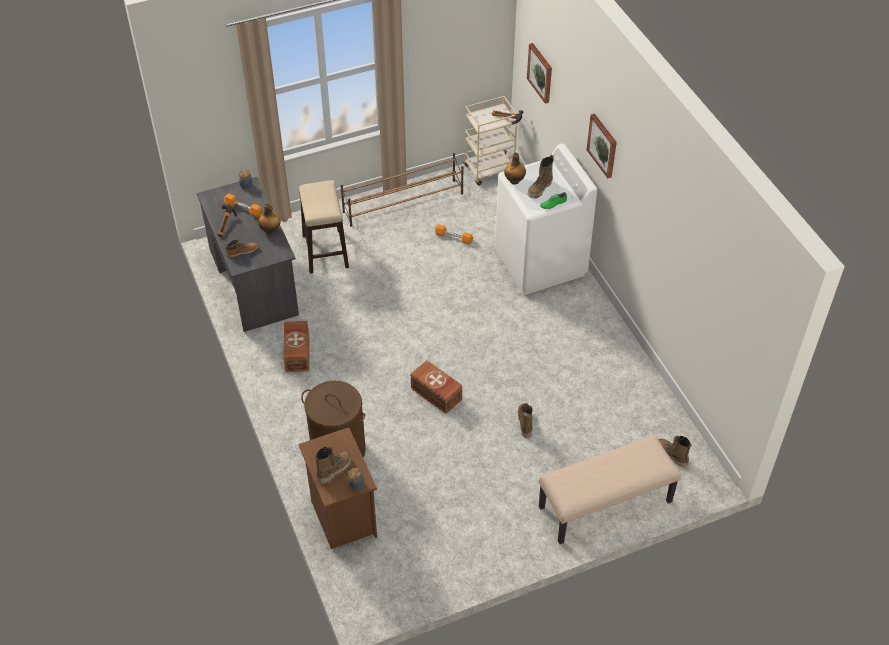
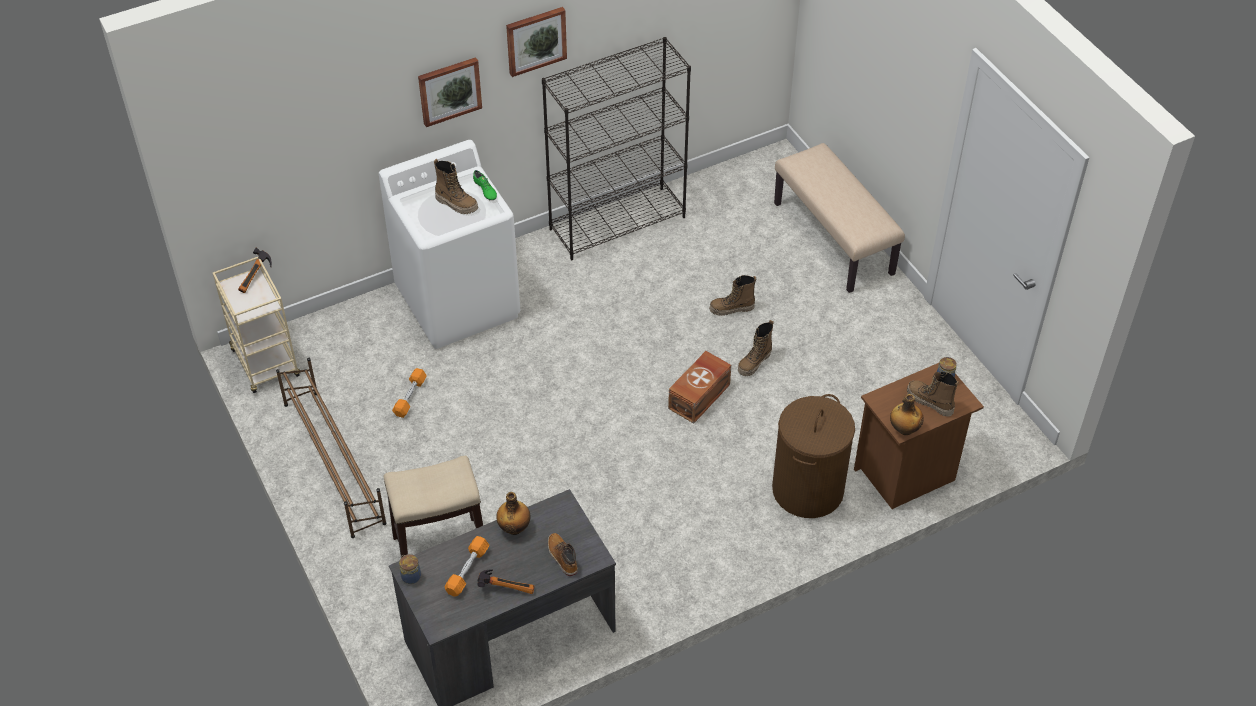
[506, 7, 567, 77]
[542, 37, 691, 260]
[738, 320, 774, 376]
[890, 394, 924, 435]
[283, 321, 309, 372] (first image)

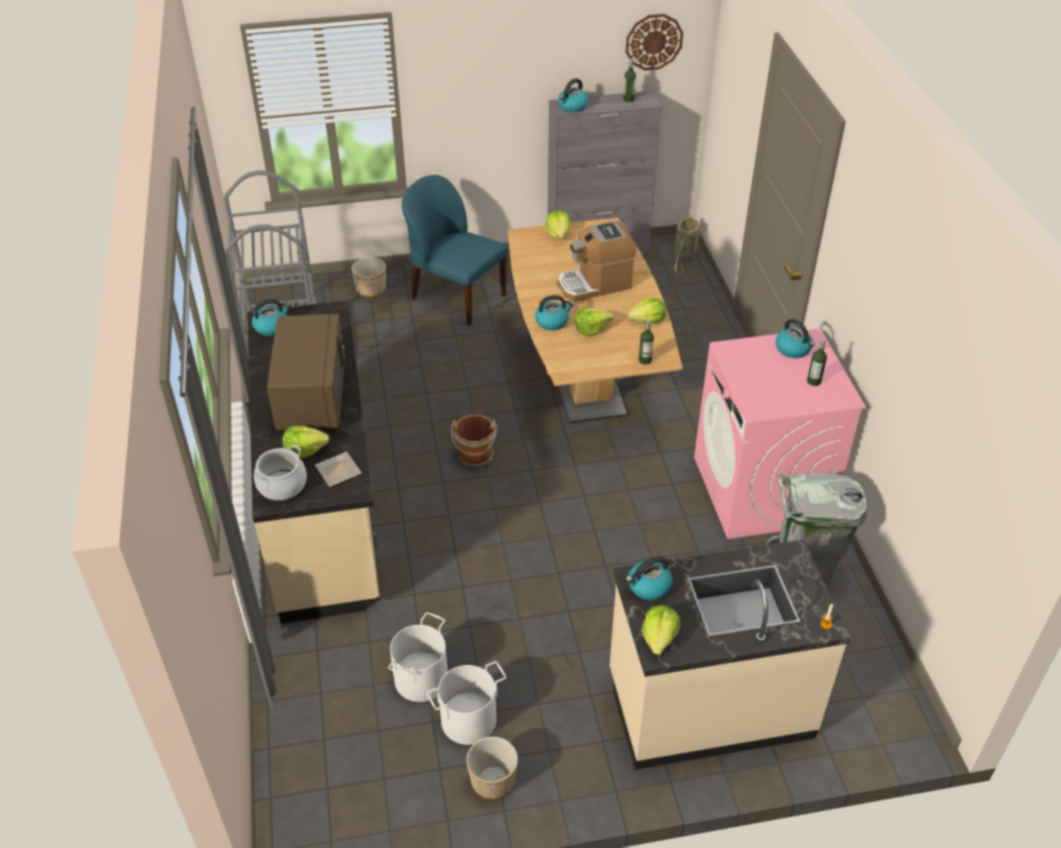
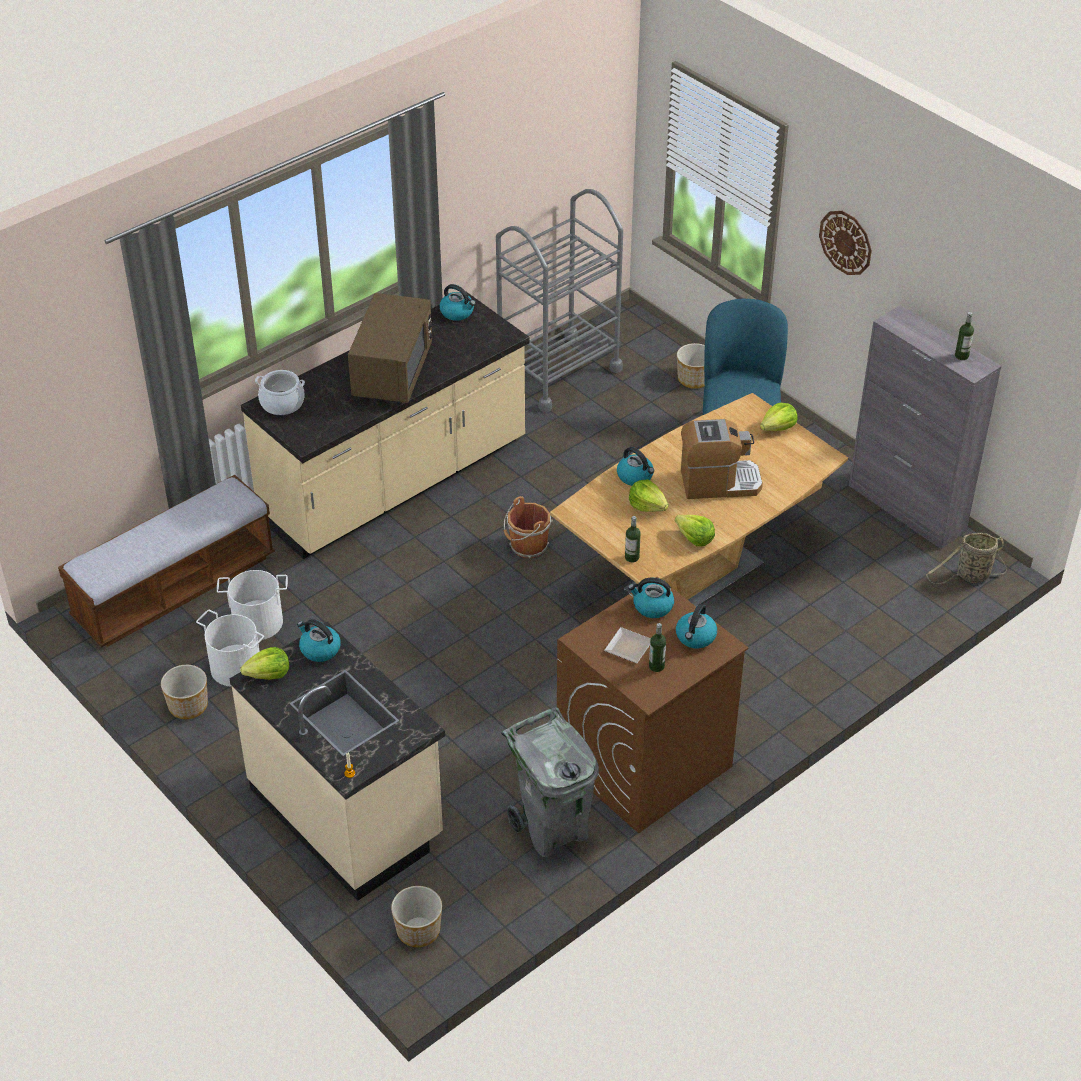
[58, 475, 275, 647]
[348, 293, 432, 403]
[391, 886, 442, 947]
[557, 577, 748, 833]
[604, 627, 651, 664]
[628, 578, 674, 618]
[681, 419, 763, 499]
[819, 211, 872, 275]
[282, 426, 330, 458] (first image)

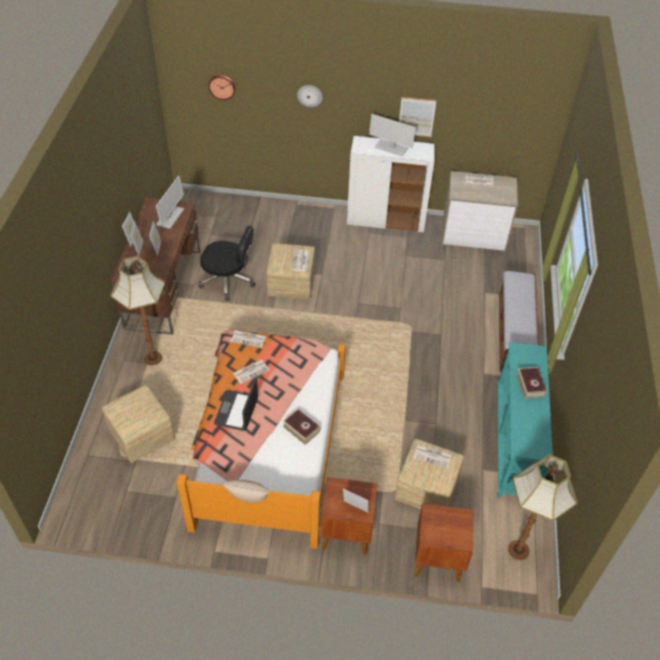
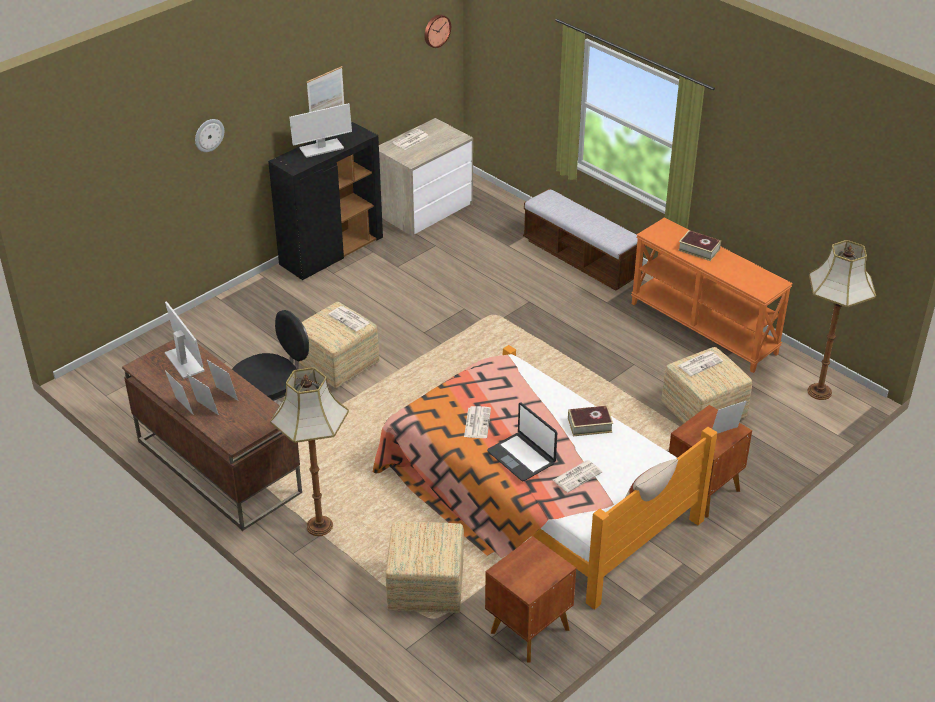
[268, 122, 383, 280]
[424, 15, 451, 48]
[485, 536, 576, 662]
[553, 460, 602, 492]
[631, 217, 793, 373]

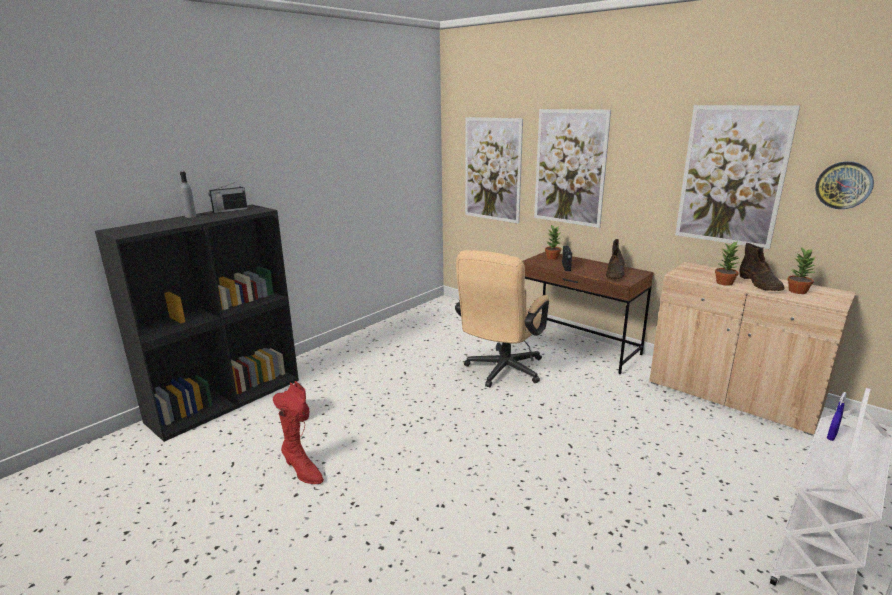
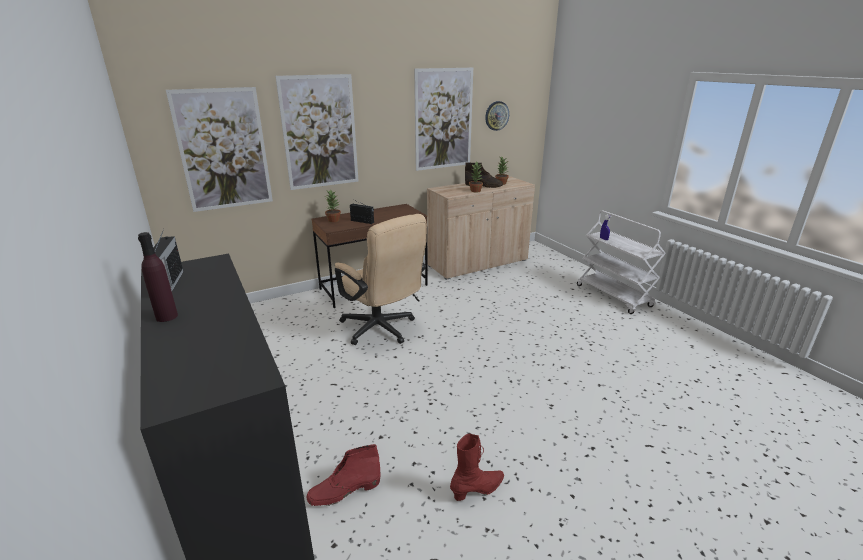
[138, 232, 178, 322]
[606, 239, 625, 279] (first image)

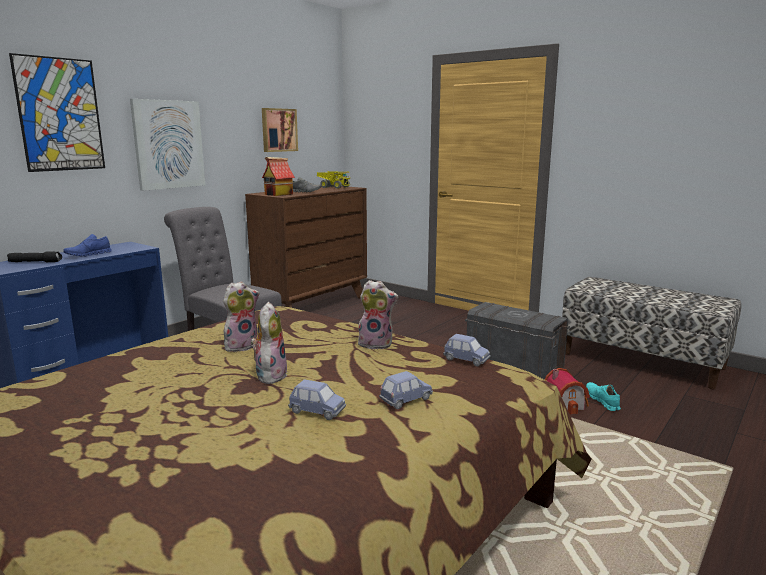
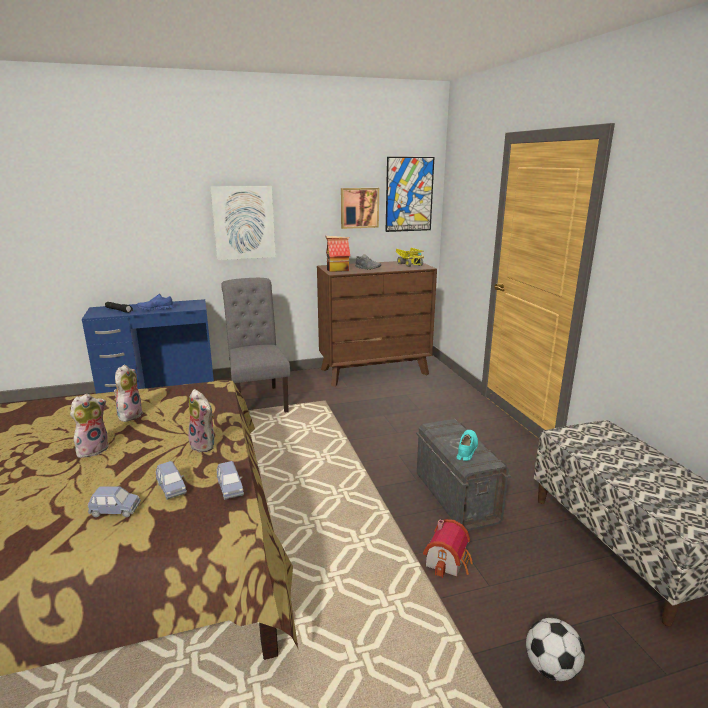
[114, 365, 143, 422]
[156, 461, 187, 500]
[385, 157, 434, 232]
[457, 430, 478, 461]
[526, 618, 585, 681]

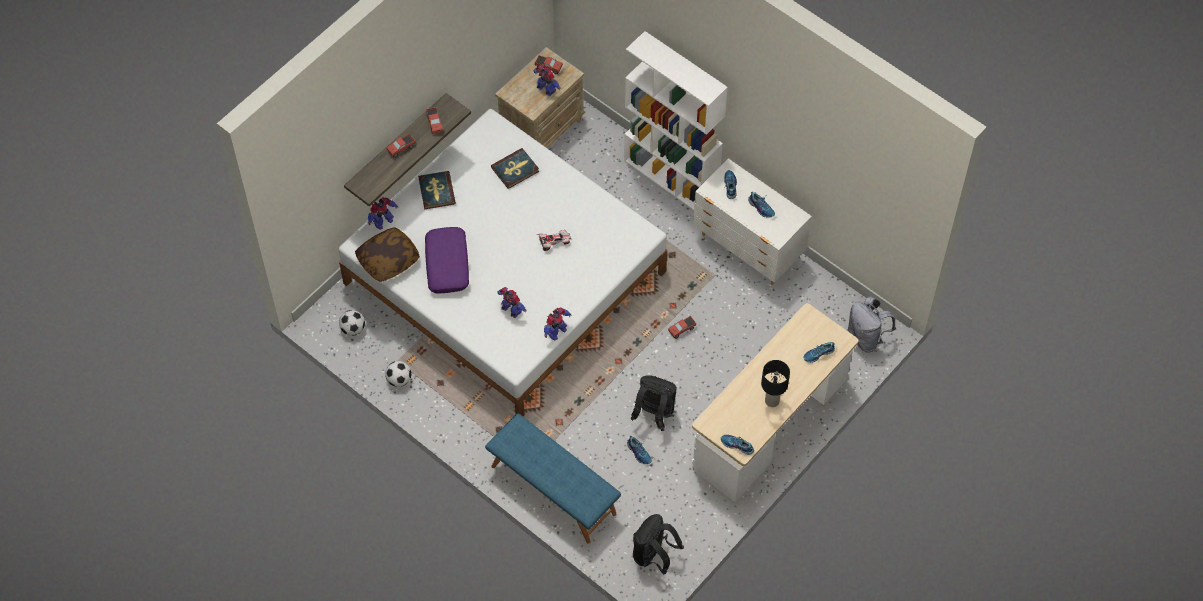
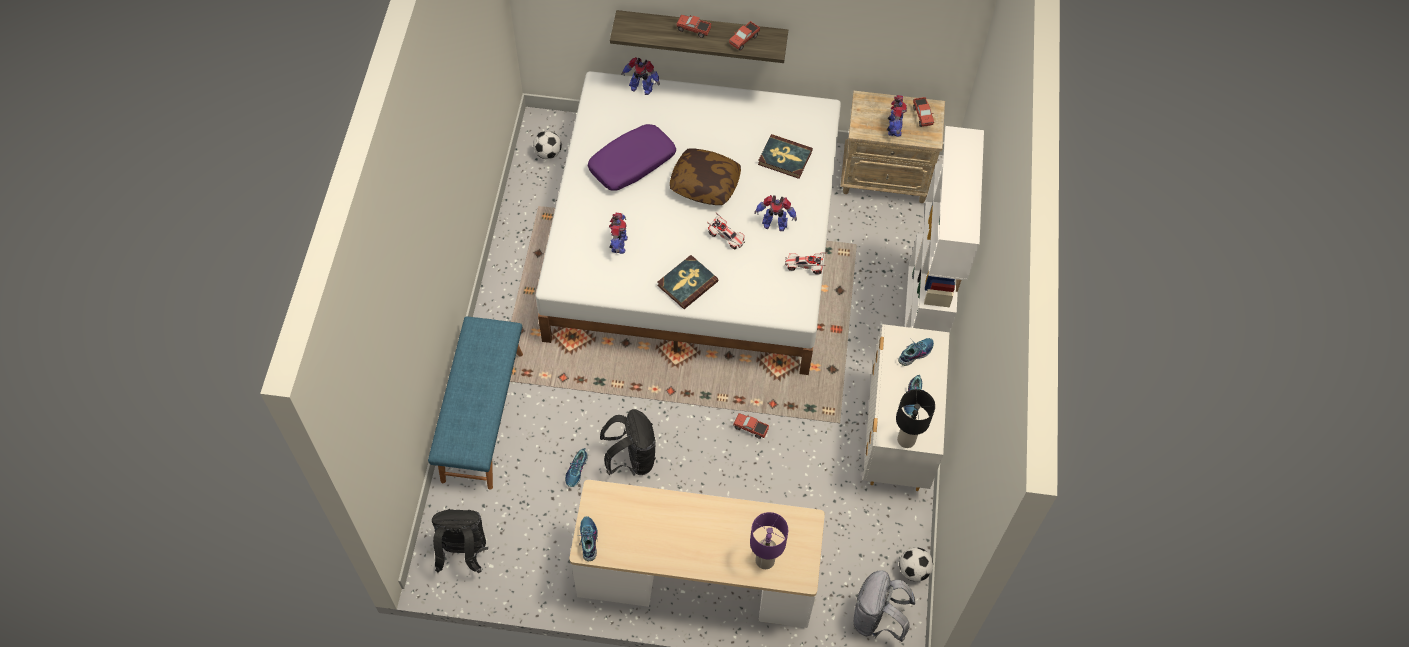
[657, 255, 718, 309]
[670, 148, 741, 205]
[750, 512, 788, 569]
[754, 195, 797, 231]
[785, 252, 827, 275]
[896, 389, 935, 448]
[899, 547, 933, 582]

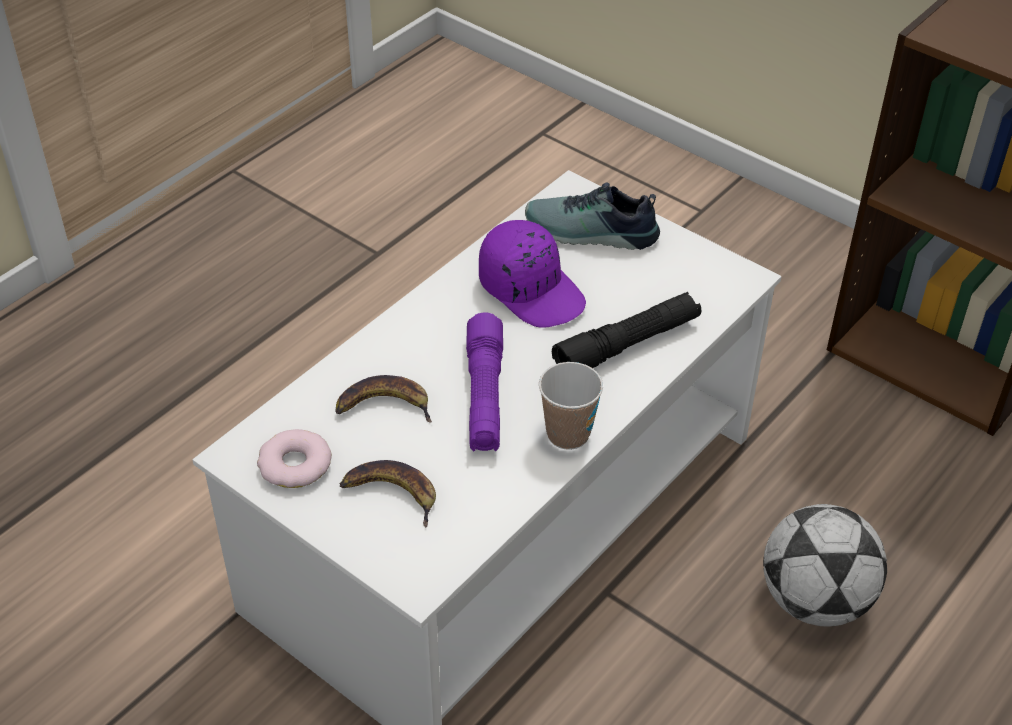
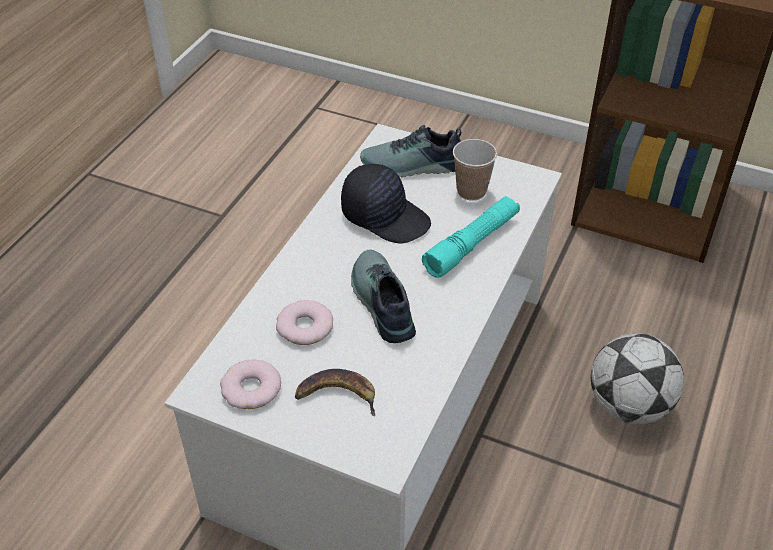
[276, 300, 333, 345]
[341, 164, 431, 244]
[351, 250, 416, 343]
[422, 196, 520, 278]
[453, 139, 497, 201]

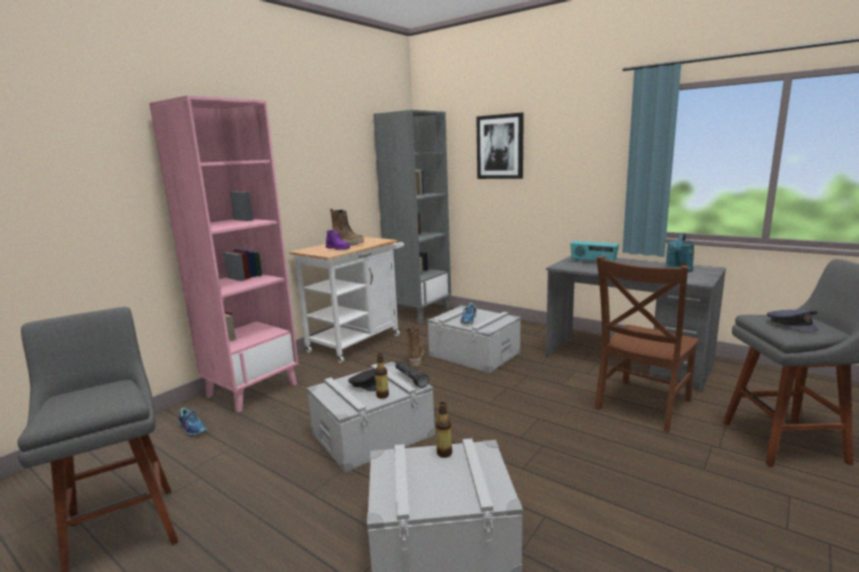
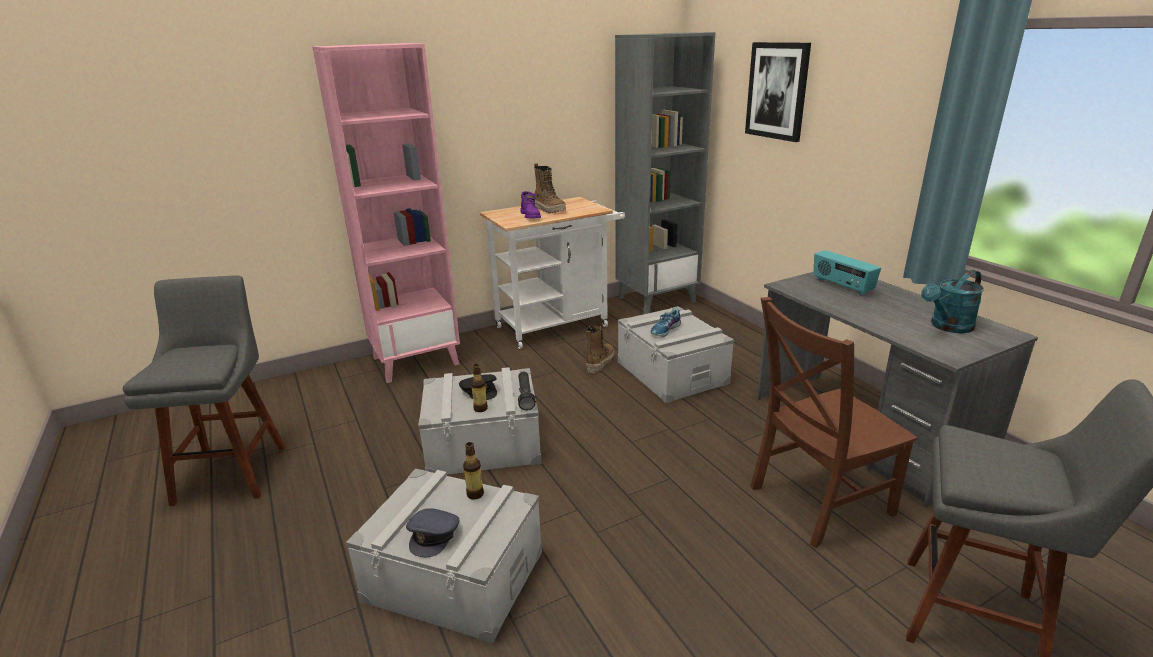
[406, 508, 460, 557]
[178, 407, 207, 437] (first image)

